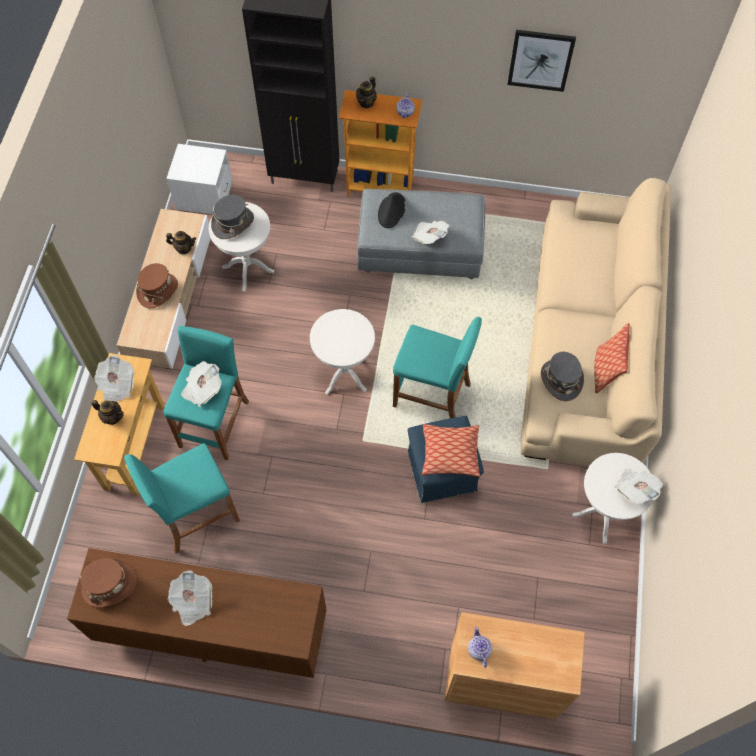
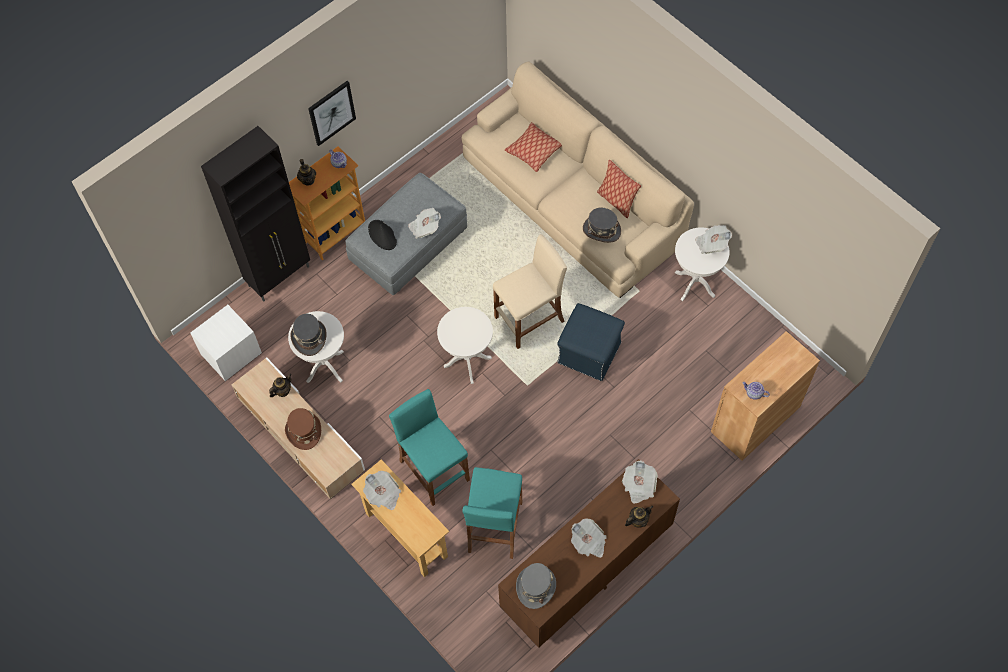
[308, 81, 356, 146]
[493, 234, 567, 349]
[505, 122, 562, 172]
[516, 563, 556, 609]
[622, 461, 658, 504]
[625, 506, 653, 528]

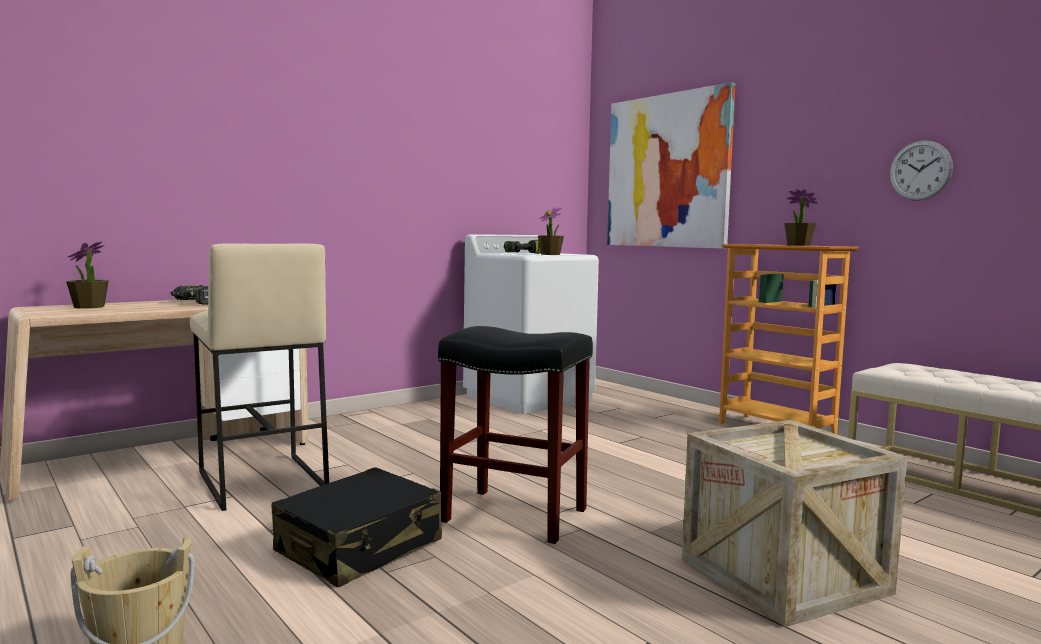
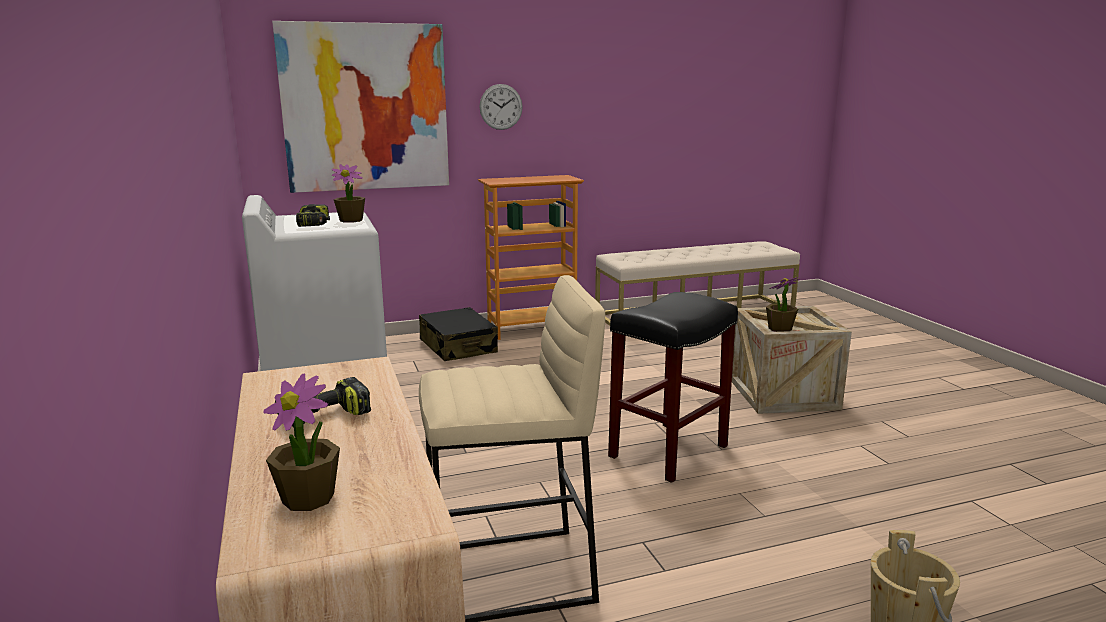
[419, 307, 498, 361]
[479, 84, 523, 130]
[766, 277, 799, 332]

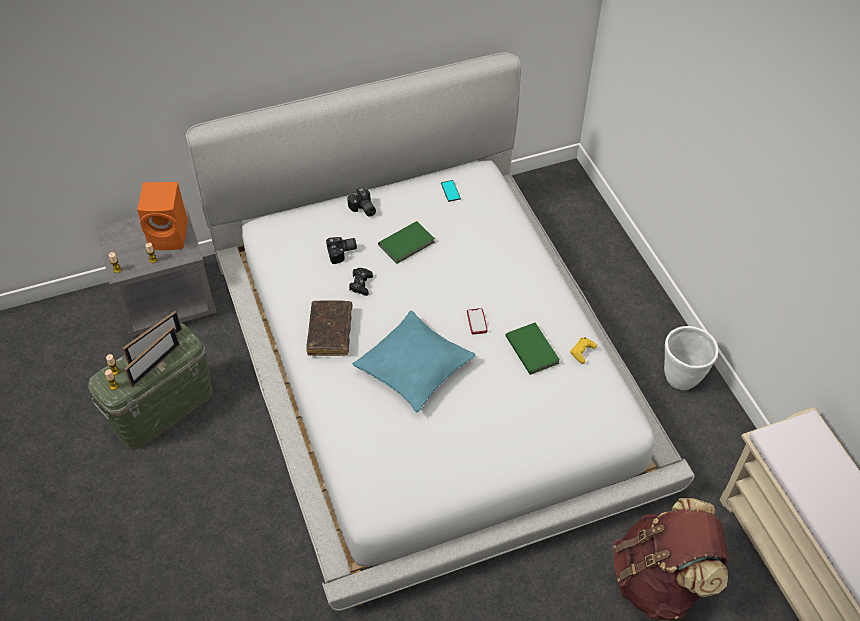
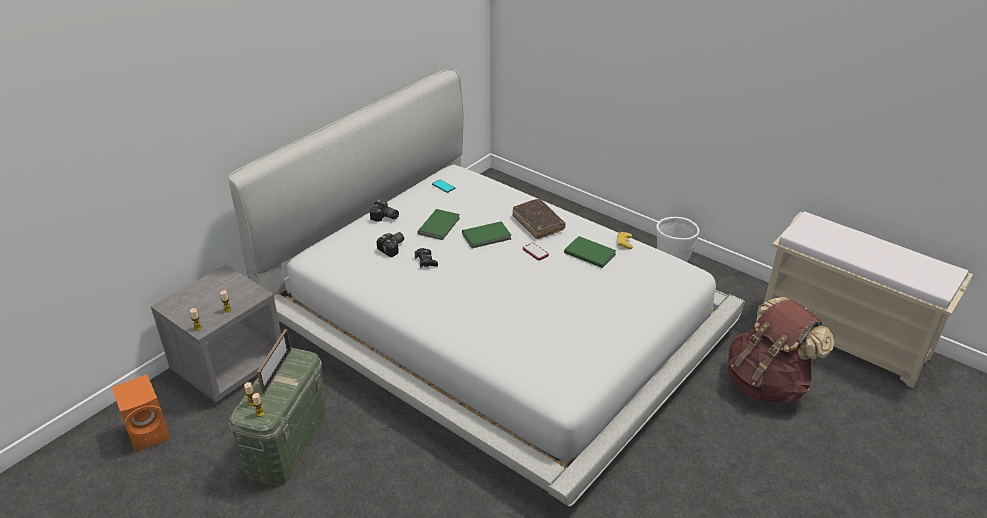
[111, 374, 170, 451]
[462, 221, 511, 248]
[512, 199, 566, 239]
[124, 326, 180, 388] (first image)
[352, 311, 475, 412] (first image)

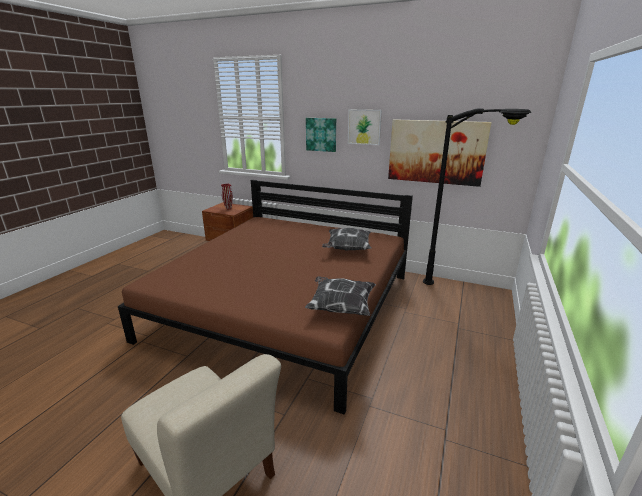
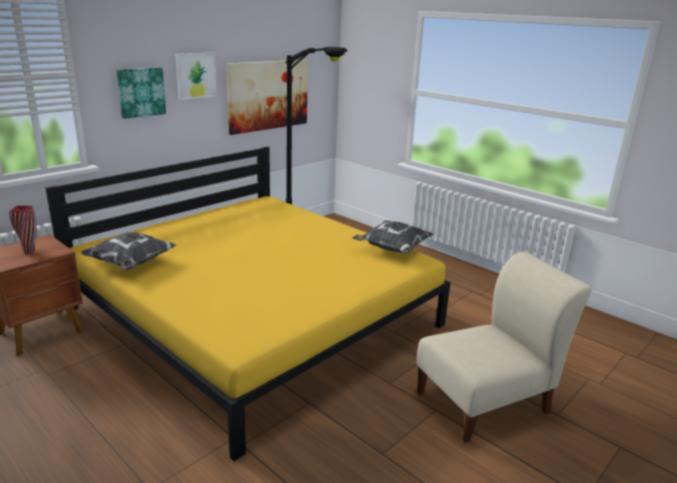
[45, 147, 451, 461]
[81, 232, 177, 270]

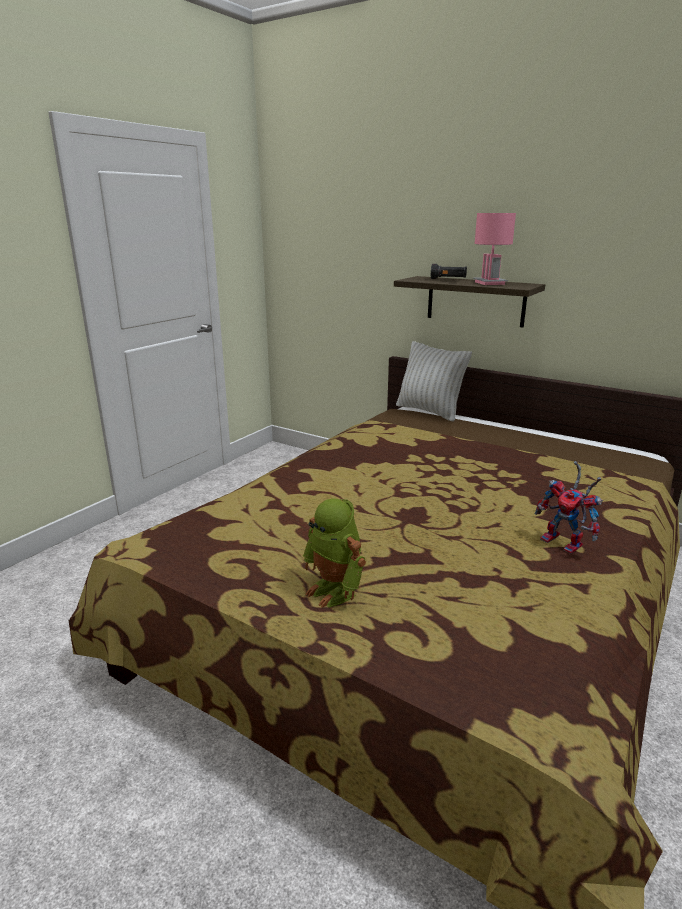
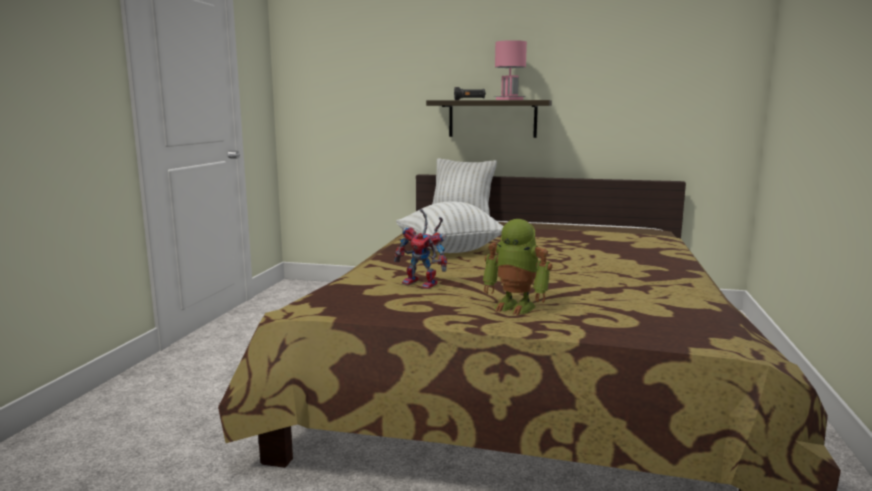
[394, 209, 447, 289]
[396, 201, 504, 253]

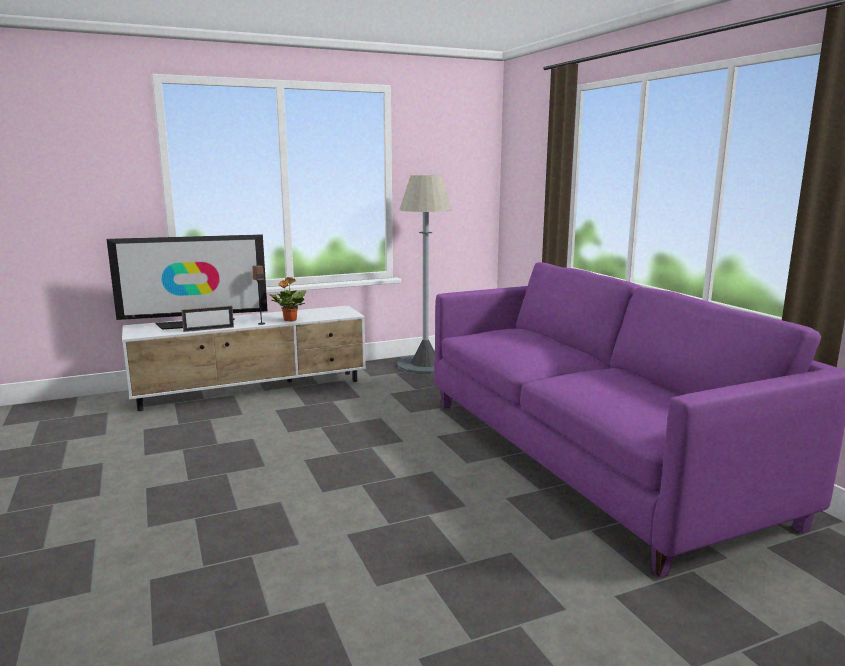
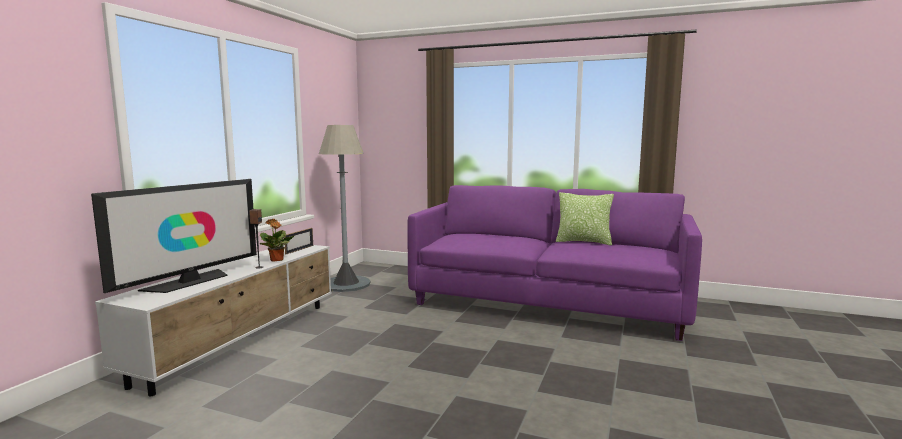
[284, 228, 313, 254]
[556, 192, 614, 246]

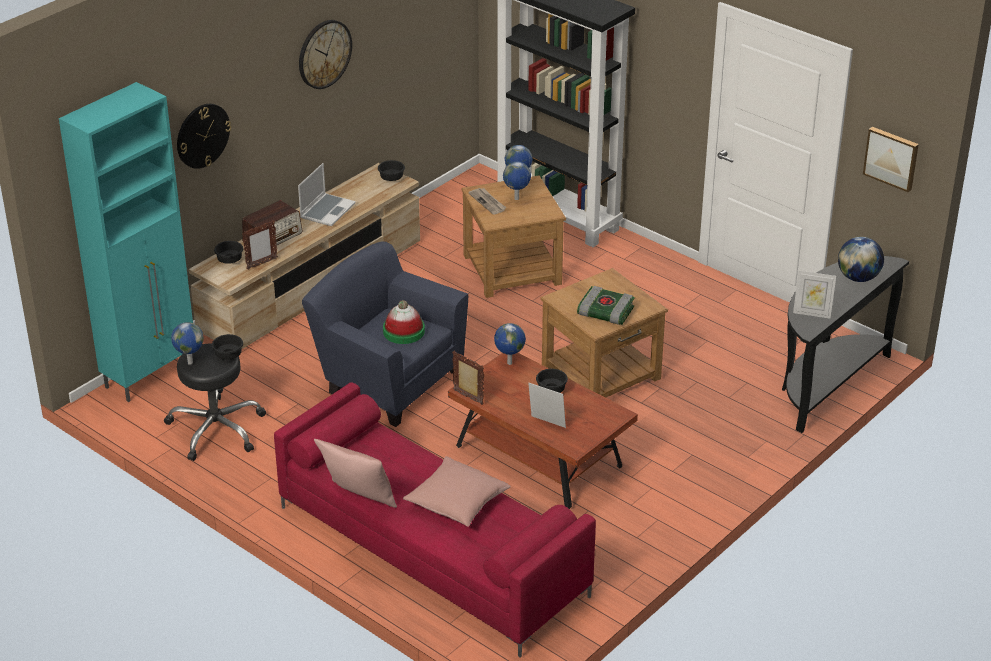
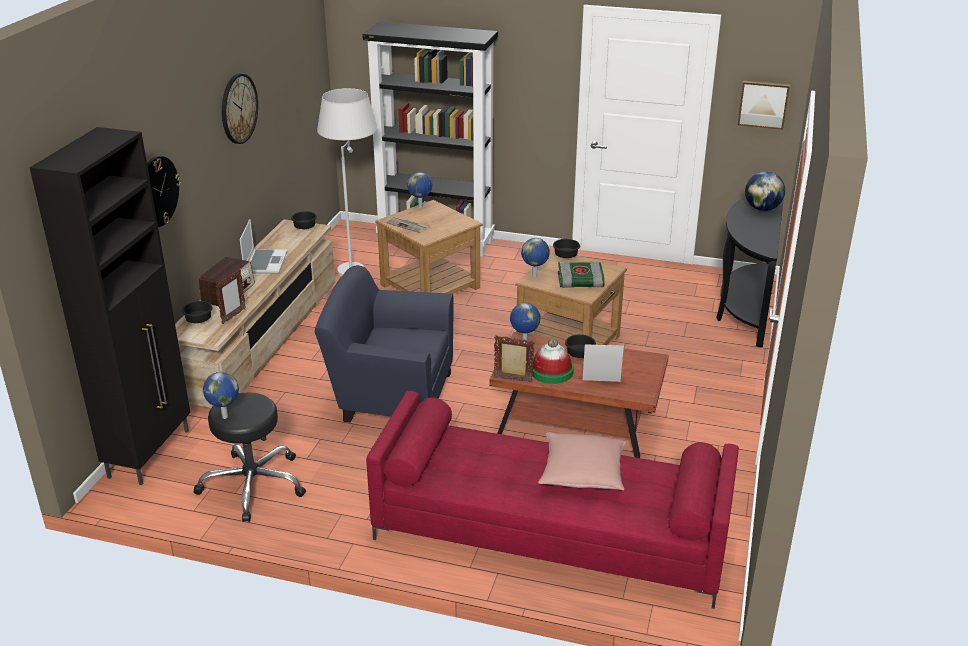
[29, 127, 190, 485]
[317, 88, 377, 276]
[521, 238, 550, 277]
[531, 338, 574, 384]
[553, 239, 580, 258]
[314, 439, 397, 508] (first image)
[793, 271, 836, 319] (first image)

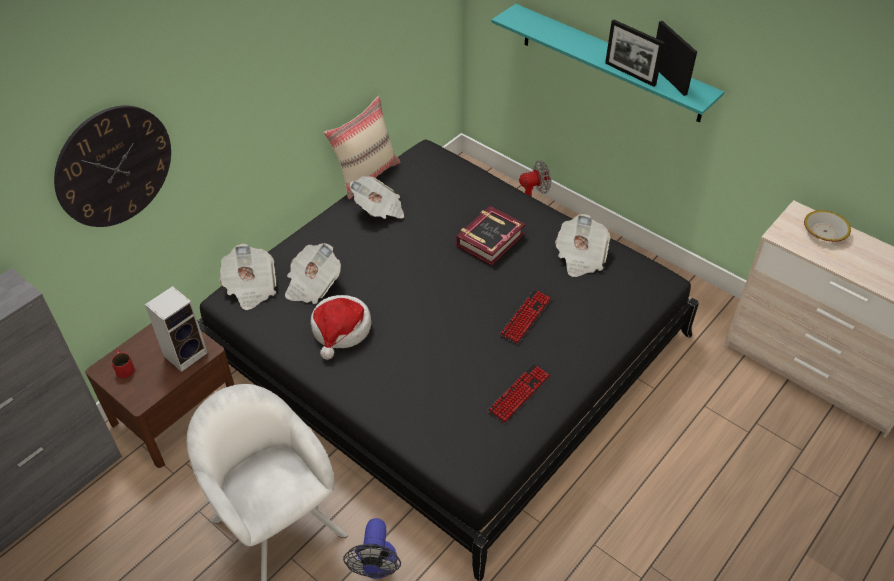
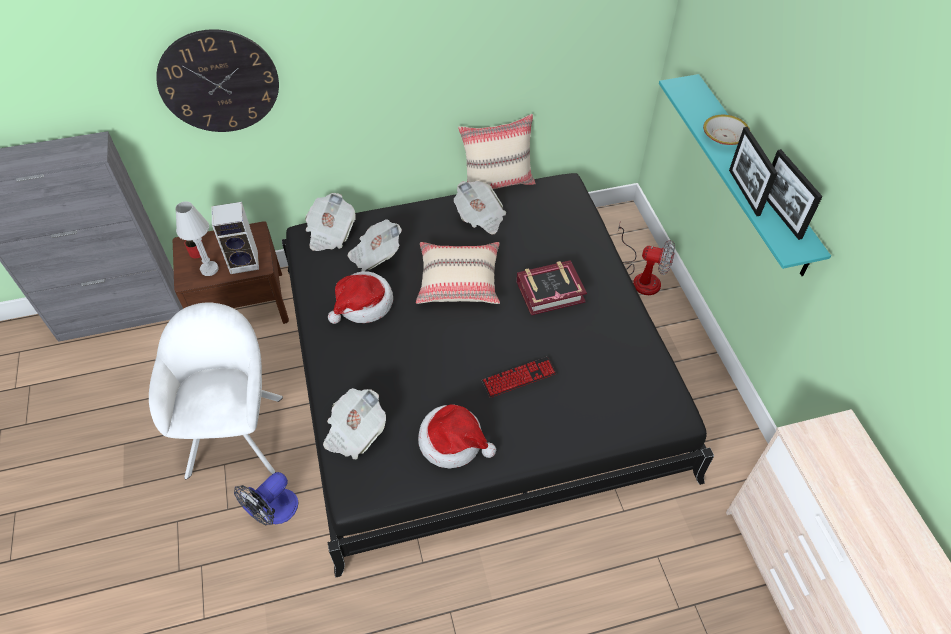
[176, 201, 219, 276]
[323, 388, 386, 459]
[416, 242, 500, 304]
[418, 404, 496, 468]
[703, 115, 750, 145]
[767, 149, 823, 240]

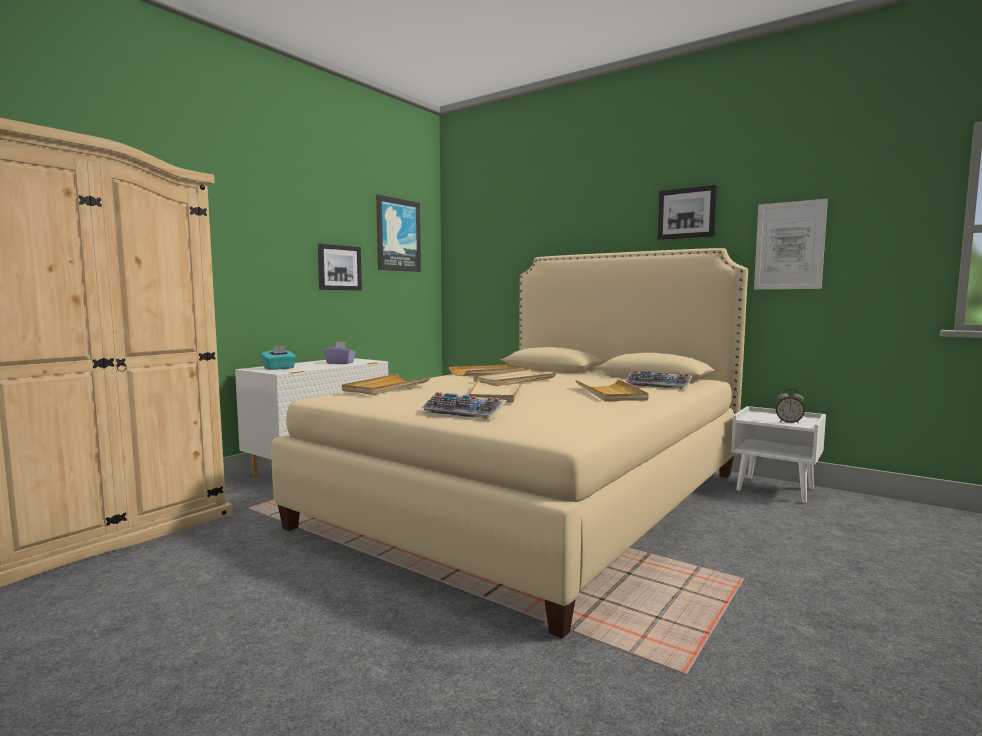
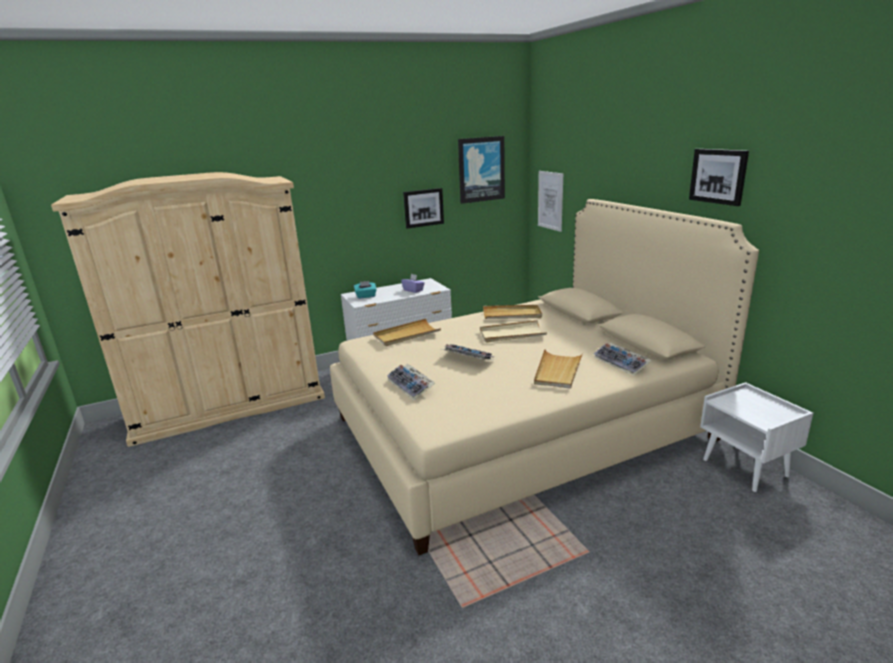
[441, 344, 494, 360]
[538, 171, 563, 232]
[776, 389, 805, 423] (first image)

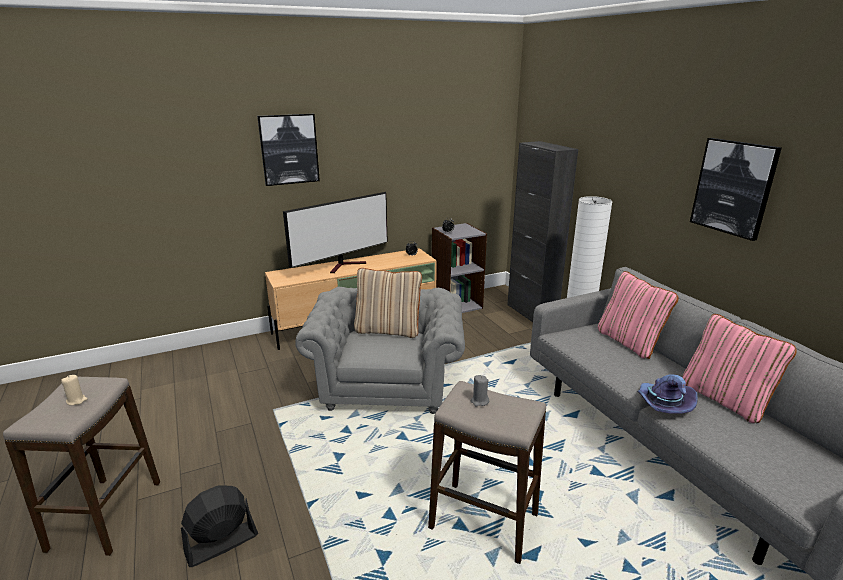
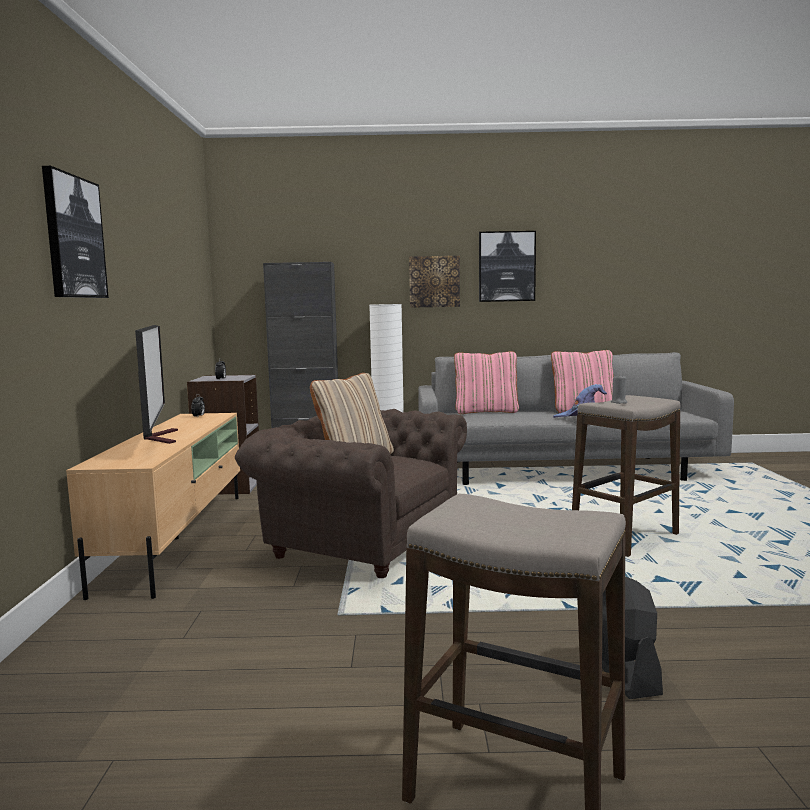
[235, 409, 467, 578]
[409, 256, 460, 308]
[61, 375, 88, 405] (first image)

